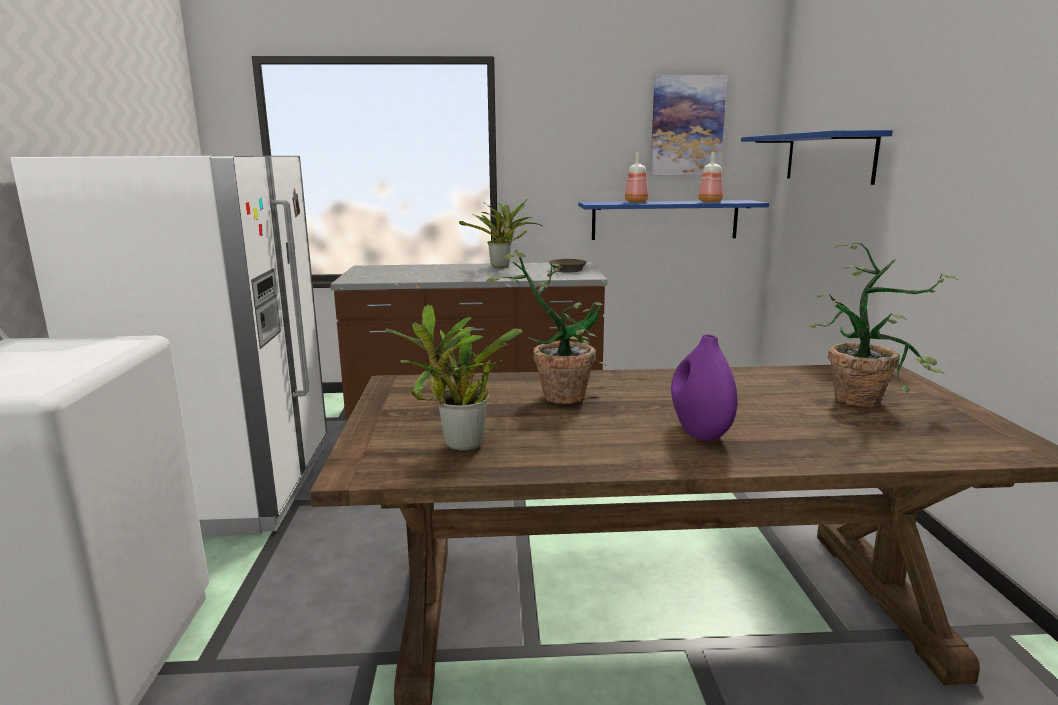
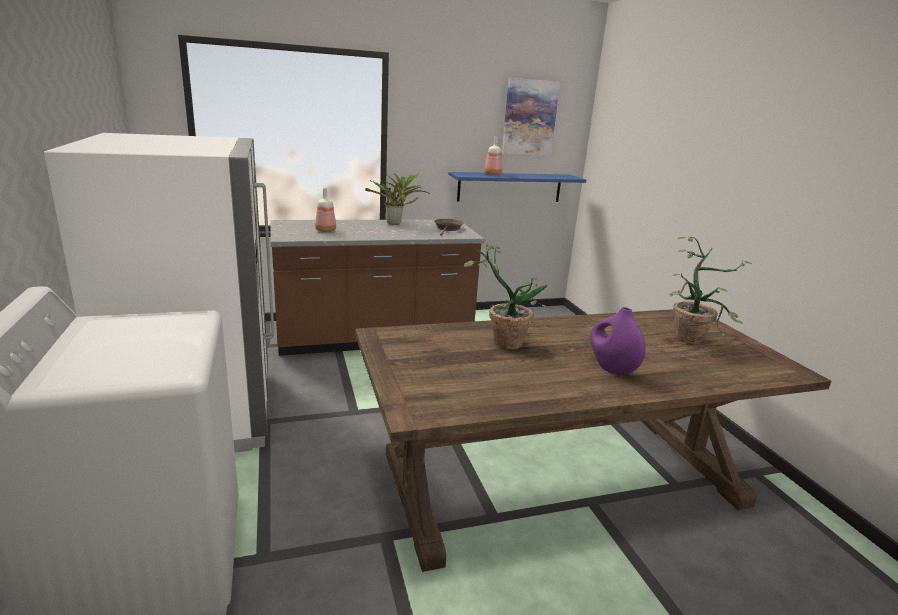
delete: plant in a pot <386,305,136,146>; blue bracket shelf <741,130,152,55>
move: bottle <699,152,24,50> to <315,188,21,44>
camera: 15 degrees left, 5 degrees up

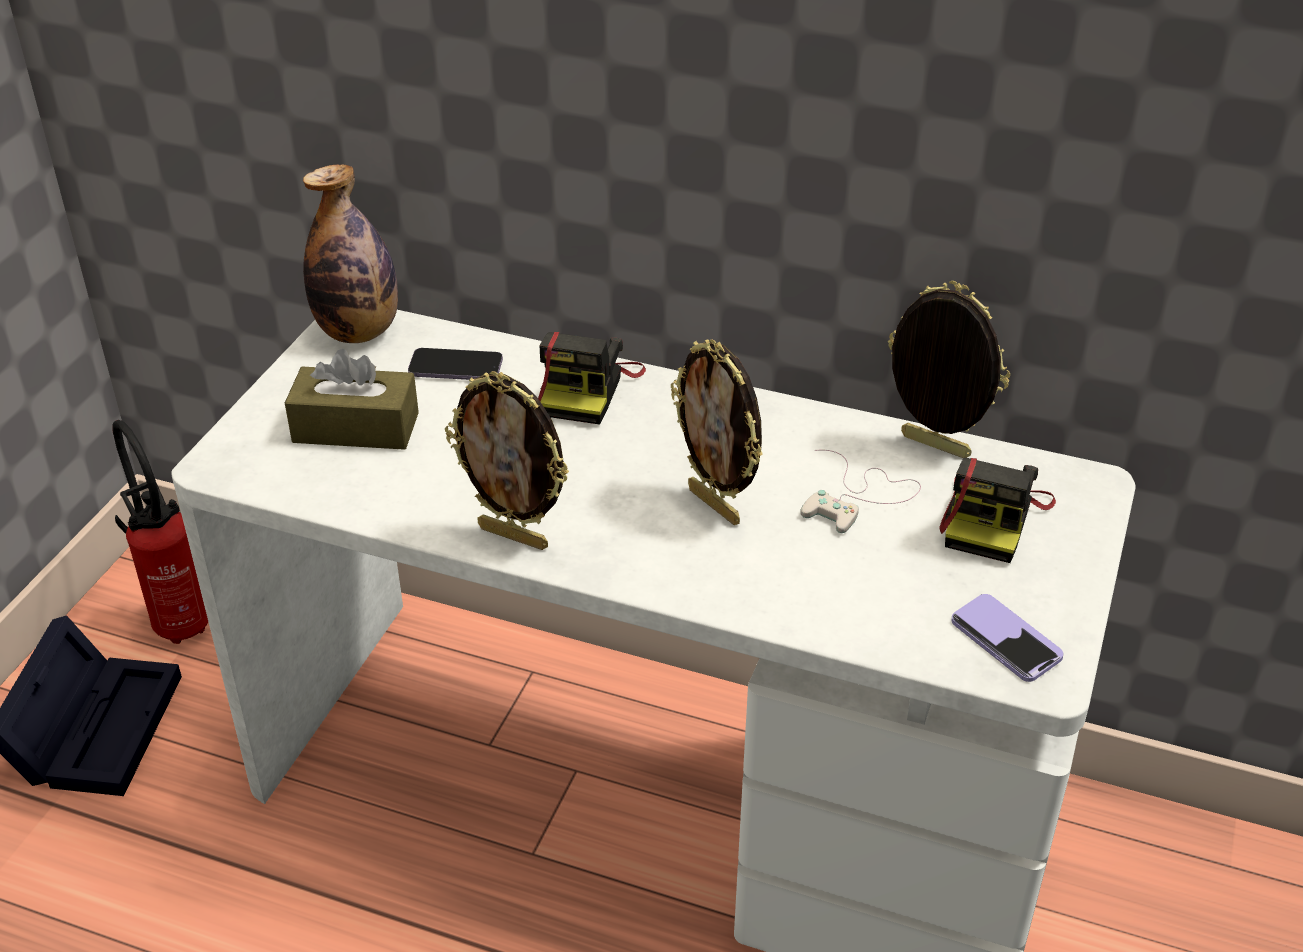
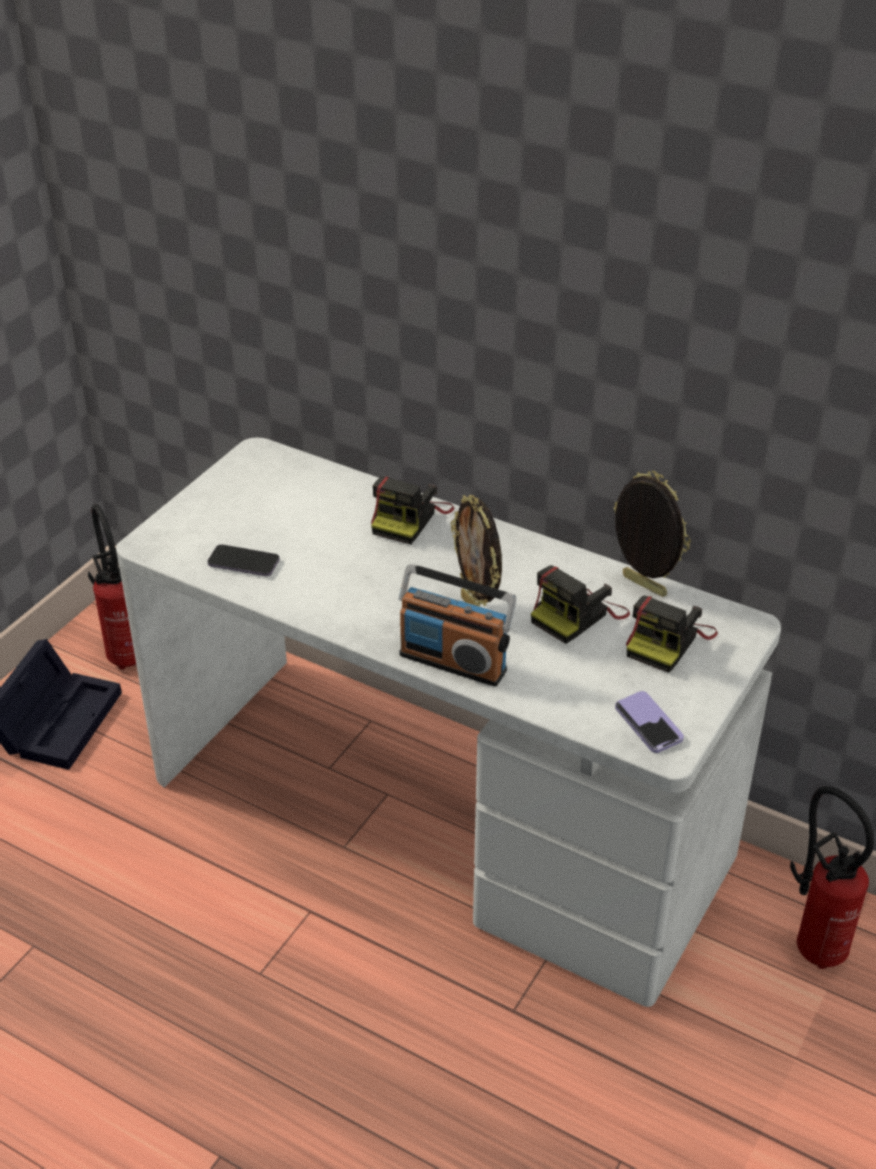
delete: brownish tissue holder <285,349,134,101>; bottle <303,165,95,178>; photo frame <445,371,124,179>
insert: radio set <398,564,118,123>; fire-fighting cylinder <790,786,84,183>
move: handset <408,348,95,32> to <207,544,73,32>
replace: white gamepad <800,450,121,83> to photo camera <531,565,99,79>
camera: 10 degrees right, 0 degrees up

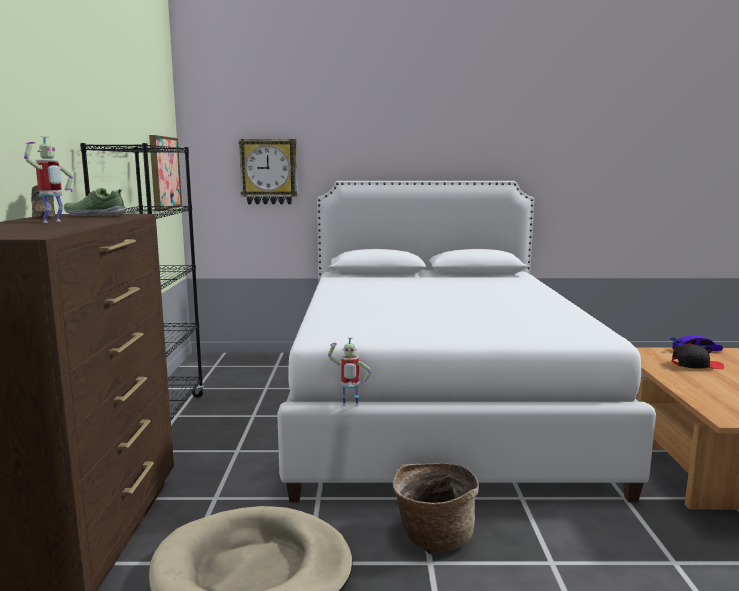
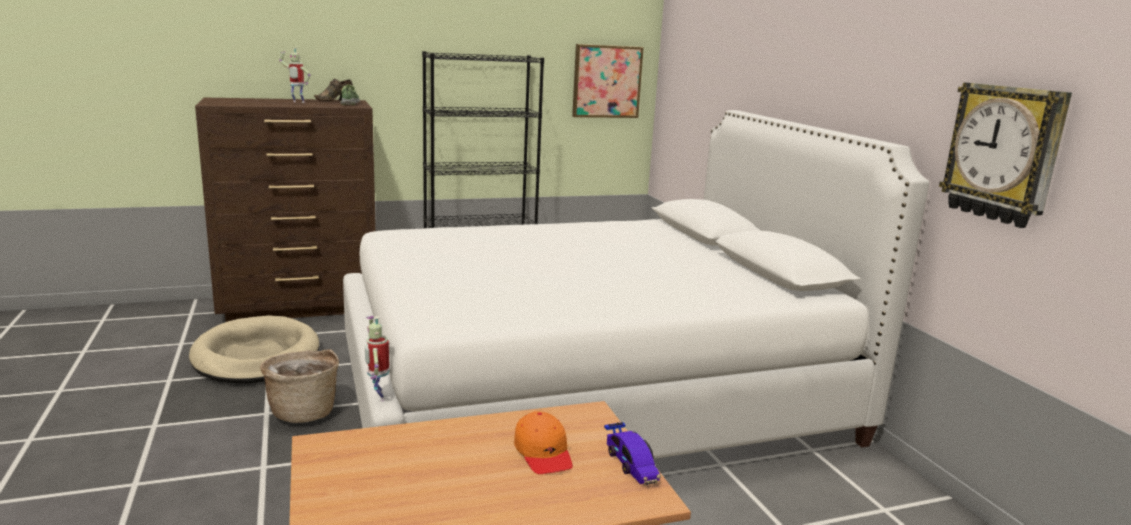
move: clock on the wall <239,139,59,65> to <939,82,133,146>; model robot <328,337,43,69> to <365,316,24,85>
recolor: blackish peaked cap <672,343,52,26> to orangey peaked cap <514,411,59,63>
camera: 70 degrees right, 5 degrees up

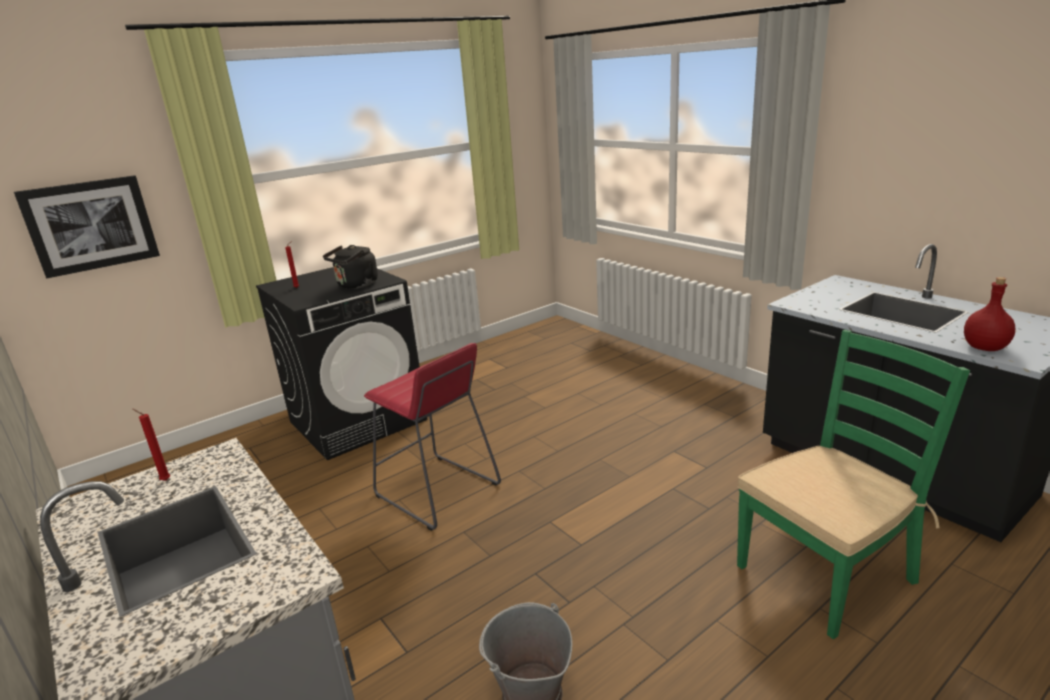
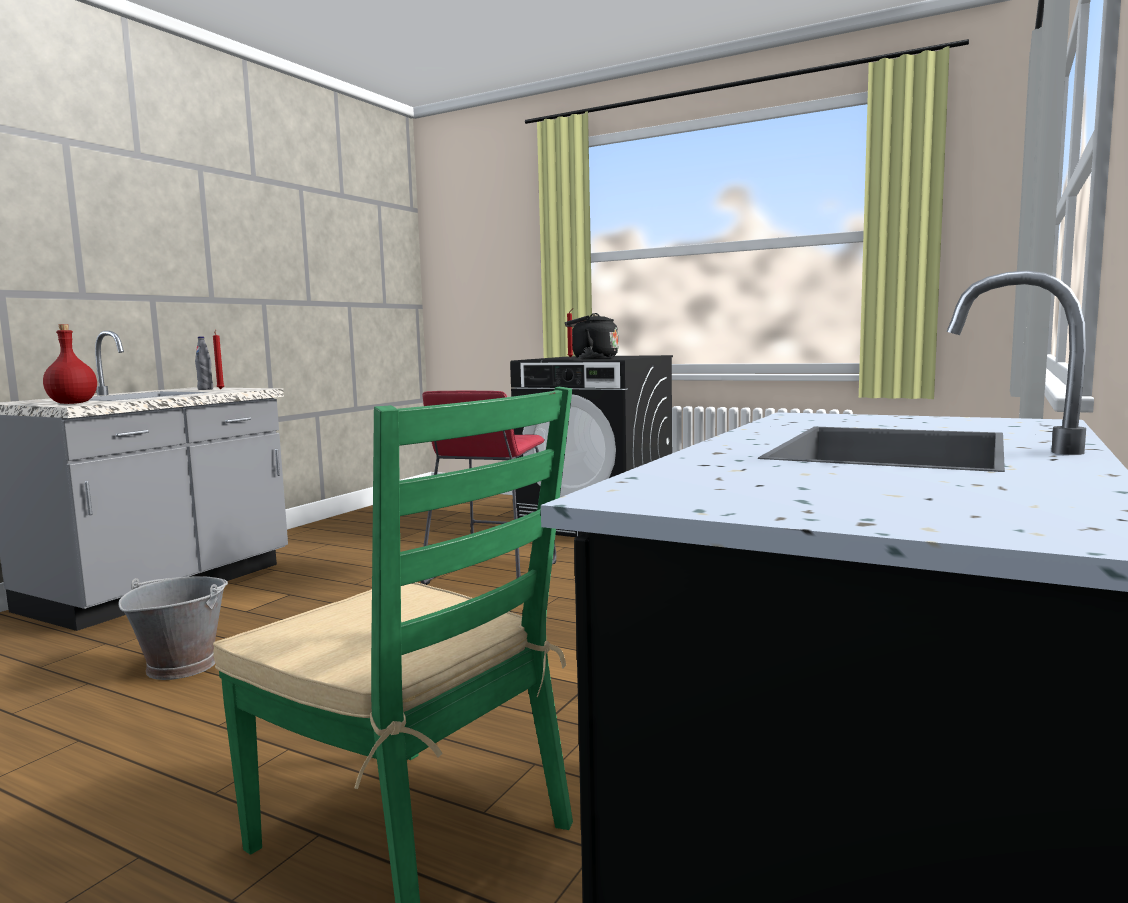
delete: wall art <14,175,146,103>
insert: greyish bottle <195,336,18,54>
move: red-coloured bottle <964,277,51,74> to <43,324,54,80>
camera: 65 degrees right, 15 degrees down

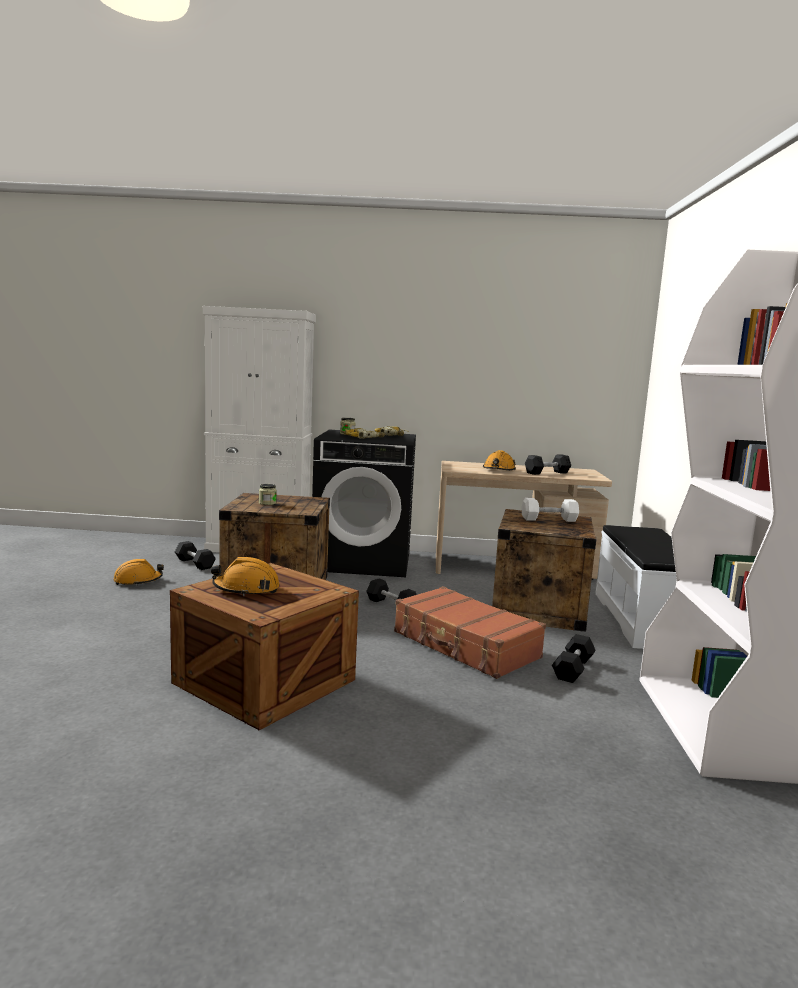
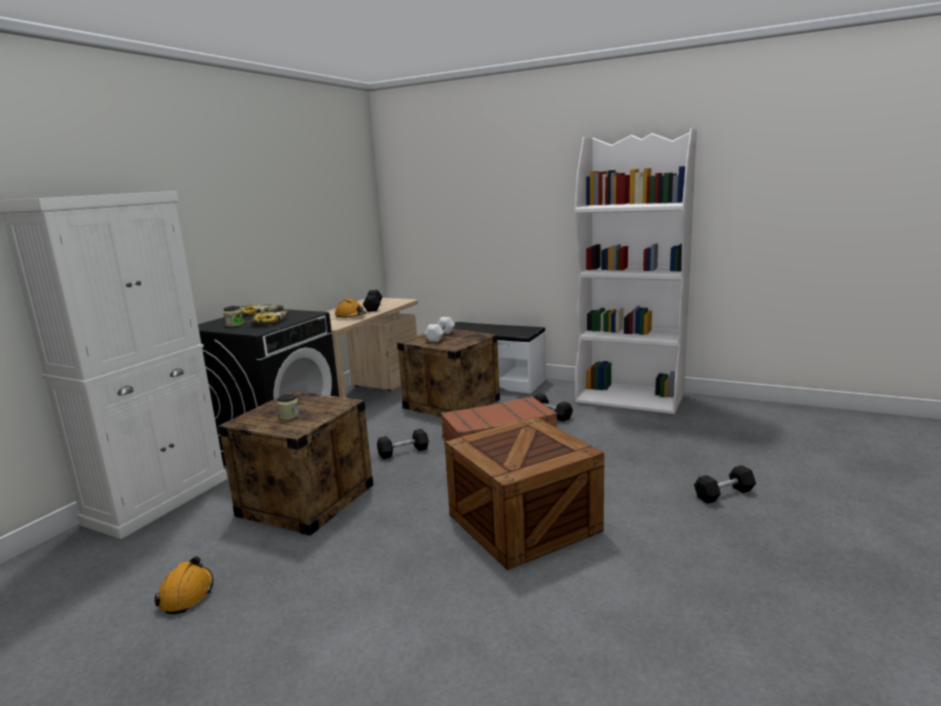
delete: orangey work helmet <211,557,69,39>
move: blackish hand weight <175,541,41,29> to <694,465,62,39>
camera: 65 degrees left, 5 degrees up

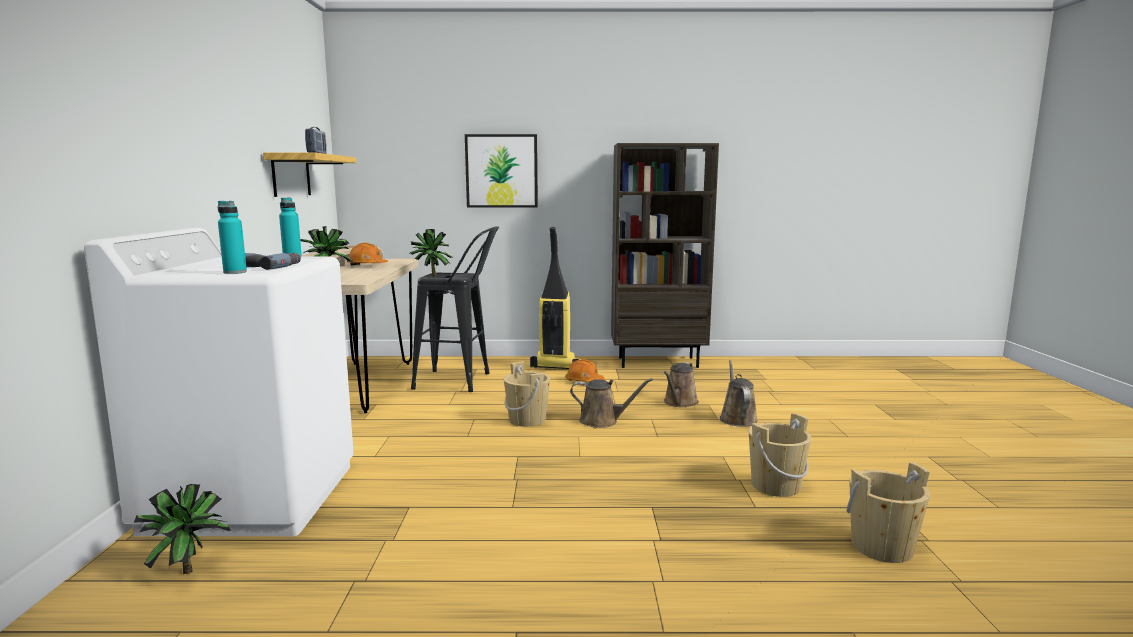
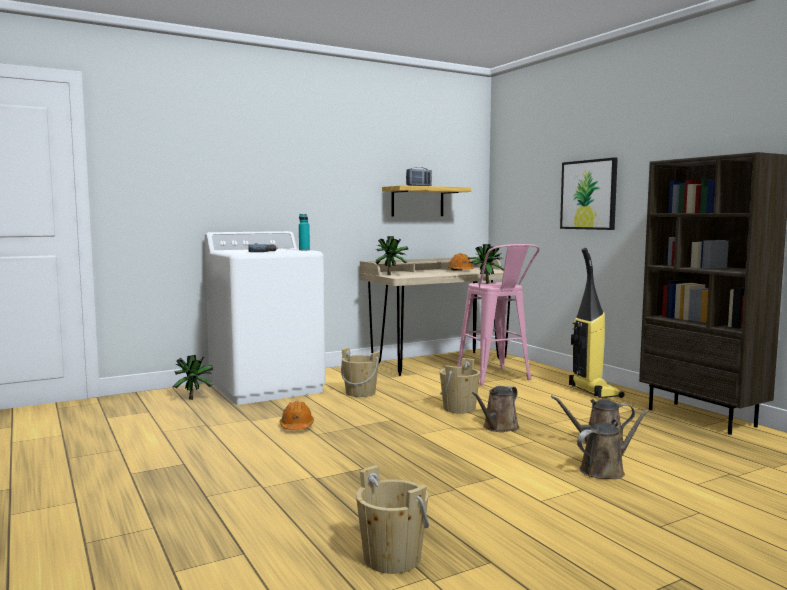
delete: turquoise-coloured bottle <218,201,29,73>
move: orangey work helmet <565,359,40,23> to <280,401,34,29>; sand-coloured water bucket <749,413,63,84> to <341,348,39,49>
recolor: blackish stool seat <411,226,88,166> to pink stool seat <457,244,83,141>
rotate: brownish watering can <570,378,83,50> = <472,386,47,46> 60 degrees clockwise
camera: 60 degrees right, 5 degrees down

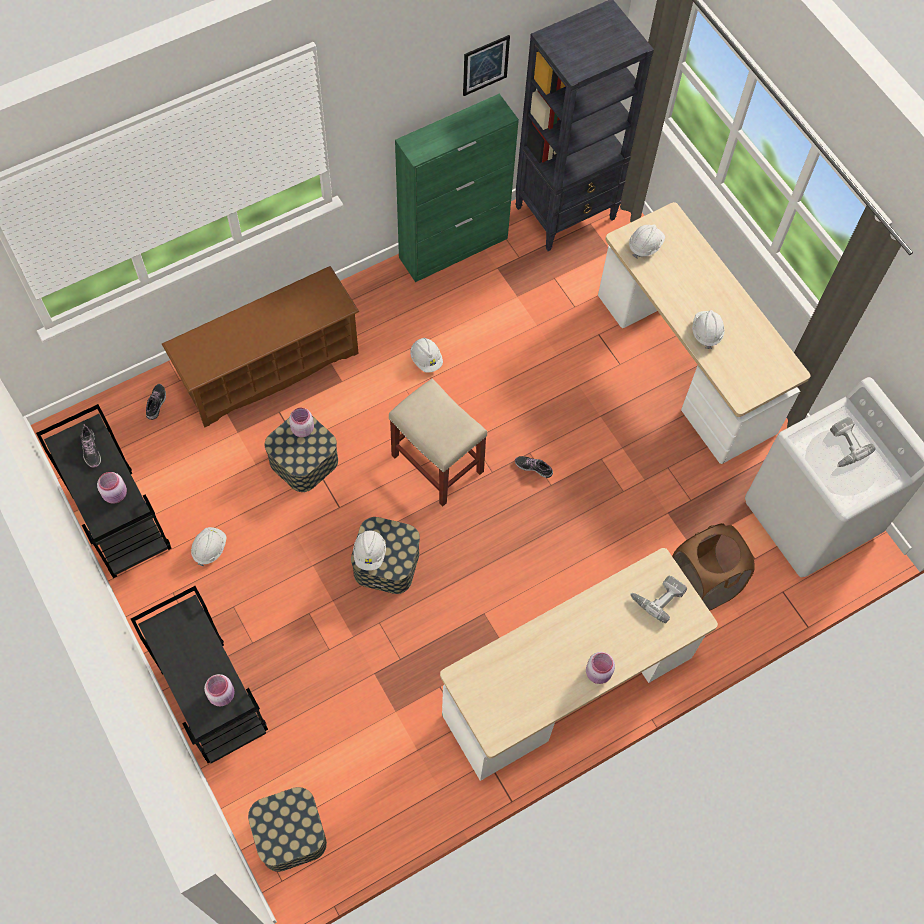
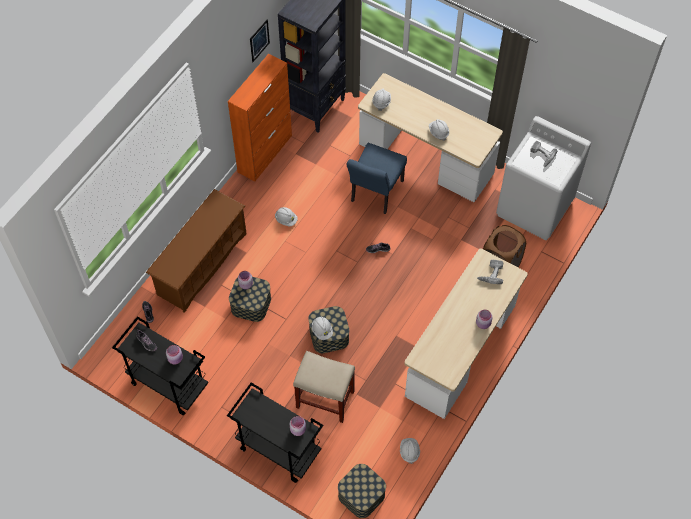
insert: blue upright chair <346,143,61,71>
move: white work helmet <191,527,36,39> to <400,438,20,26>; sand-coloured stool seat <389,378,98,129> to <293,351,62,72>
recolor: green cupboard <395,94,124,188> to orangey cupboard <228,54,64,127>
camera: 25 degrees left, 5 degrees down

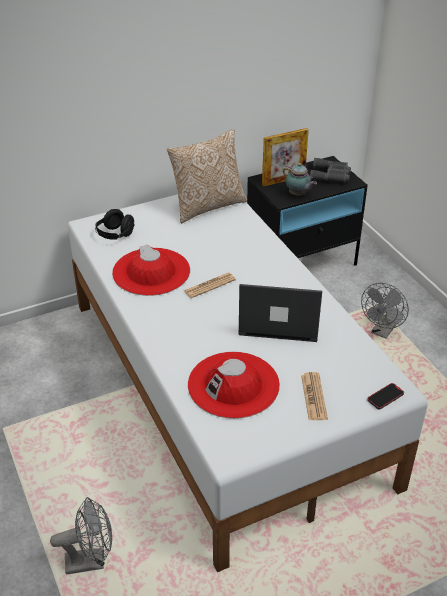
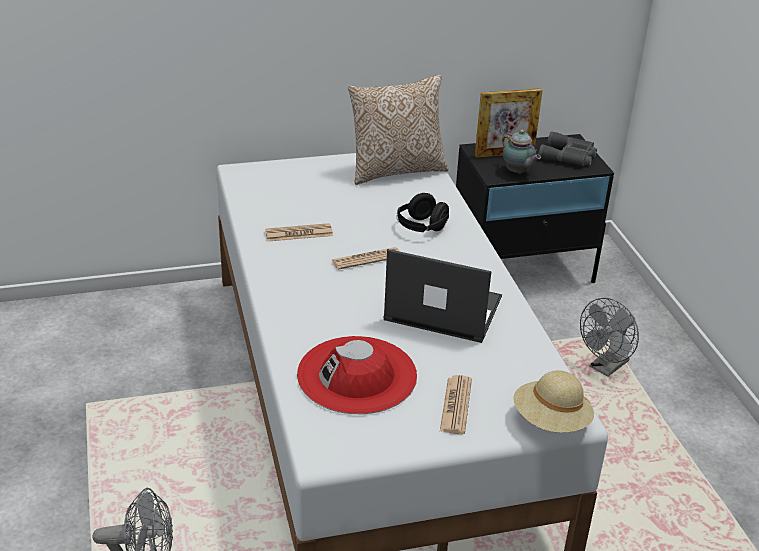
move: blackish headset <95,209,40,31> to <397,193,52,39>
replace: red-coloured wearable hat <112,244,78,52> to daily paper <265,223,68,19>; handset <367,383,37,27> to sand-coloured wearable hat <513,370,81,63>
camera: 10 degrees right, 5 degrees down

